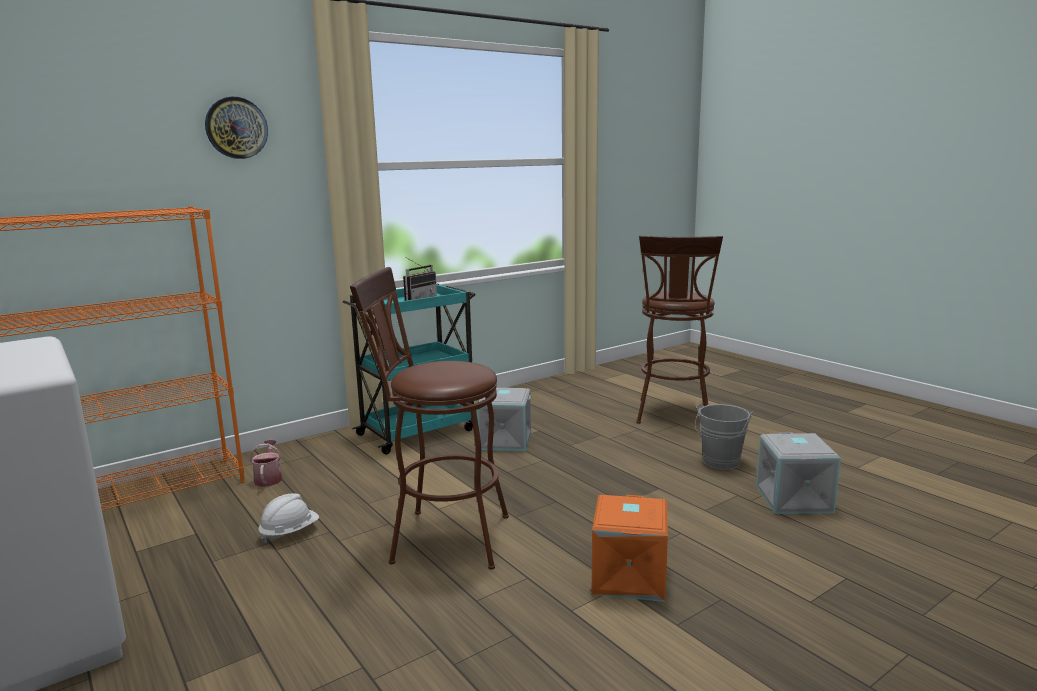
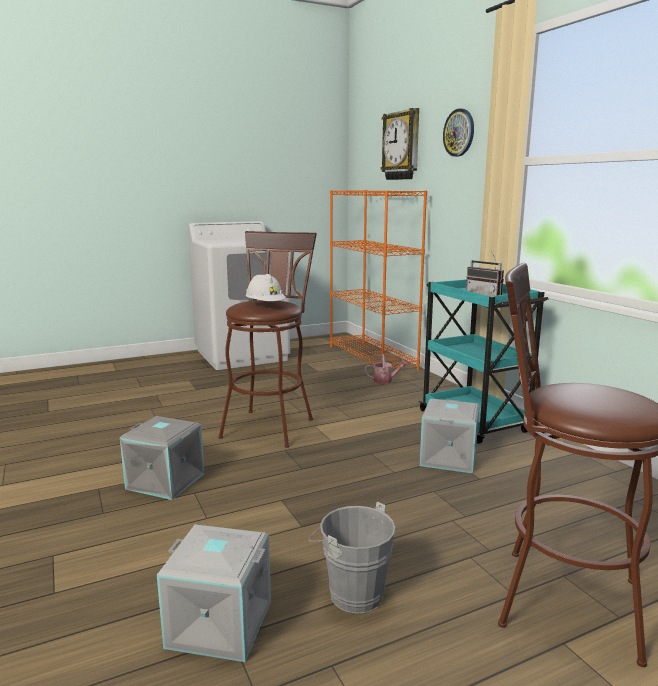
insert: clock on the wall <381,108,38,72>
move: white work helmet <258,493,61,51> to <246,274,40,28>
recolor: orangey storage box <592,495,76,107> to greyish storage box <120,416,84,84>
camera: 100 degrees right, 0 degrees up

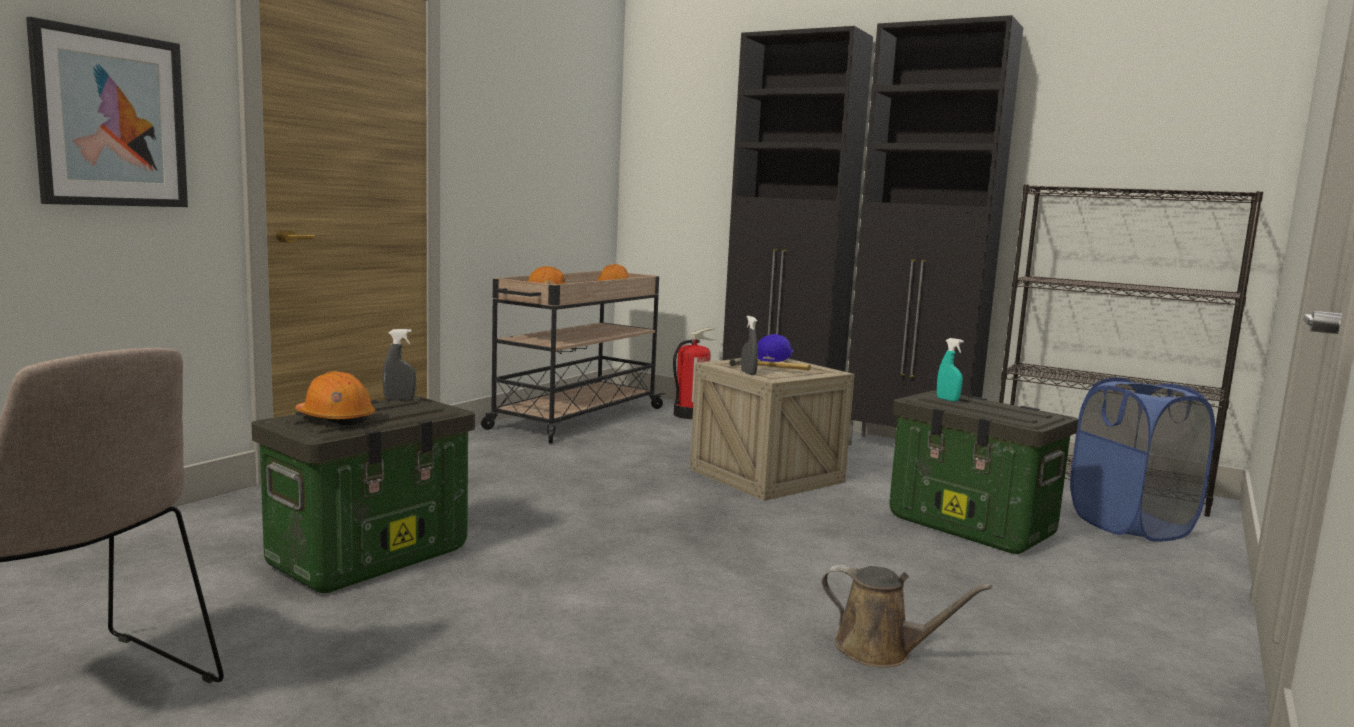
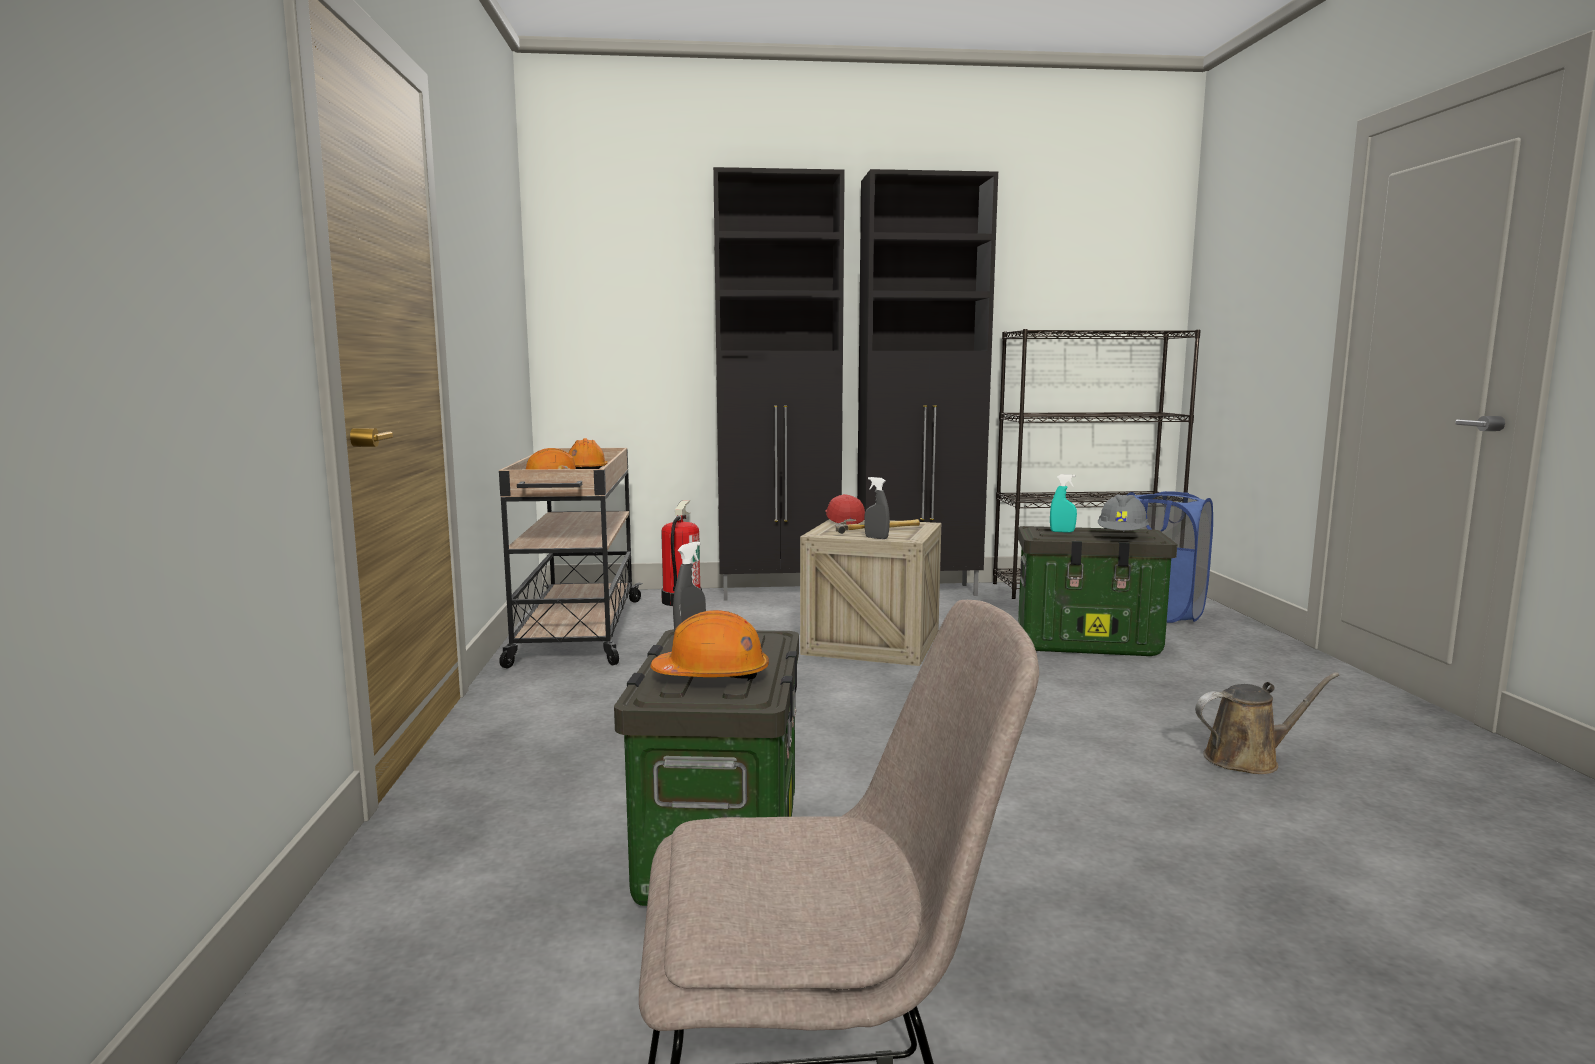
delete: wall art <26,17,162,190>
insert: greyish work helmet <1098,494,51,38>
recolor: blue peaked cap <757,334,37,28> to red-coloured peaked cap <825,494,40,30>
camera: 35 degrees left, 0 degrees up

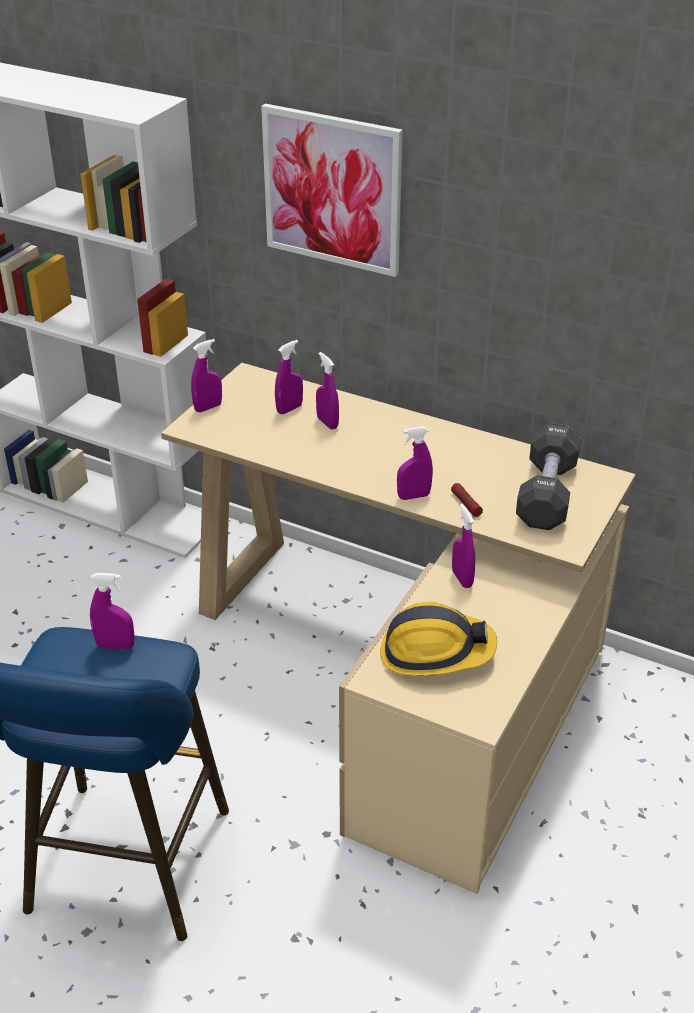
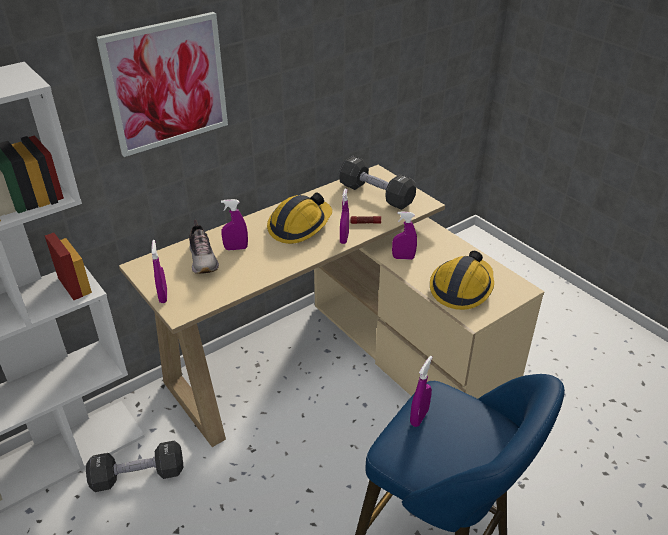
insert: blackish hand weight <86,440,97,52>; work helmet <267,192,65,52>
replace: purplish hand sprayer <275,340,28,74> to low shoe <189,220,30,54>
camera: 65 degrees left, 0 degrees up

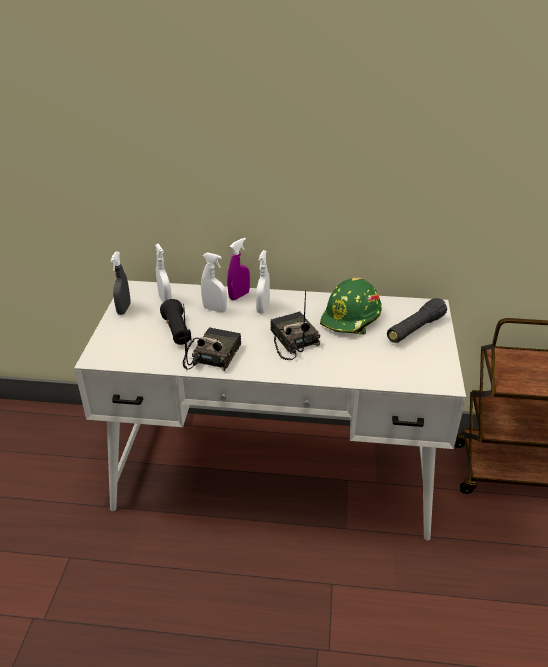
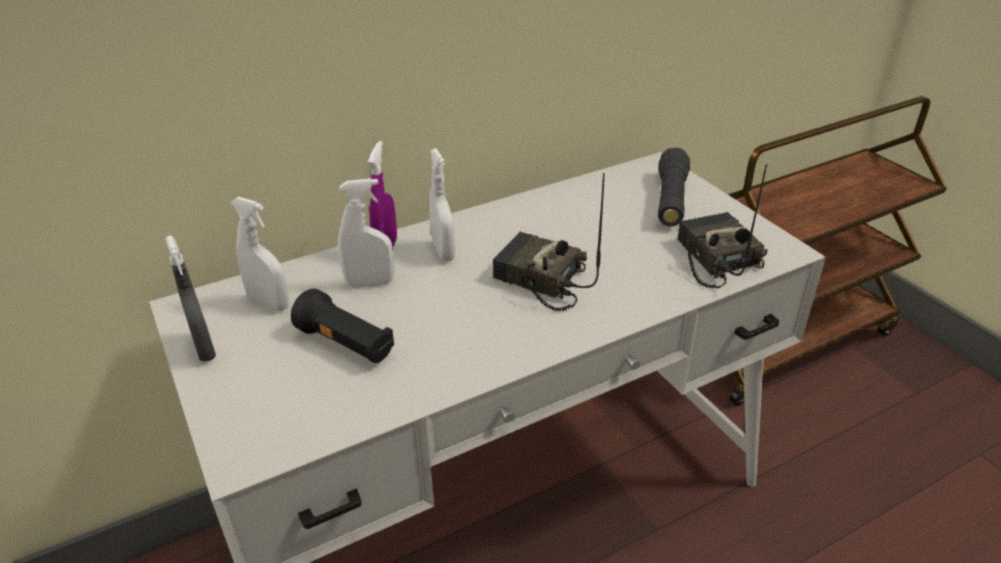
delete: green work helmet <320,277,62,58>
move: radio set <182,303,59,68> to <677,164,91,124>
camera: 35 degrees left, 0 degrees up

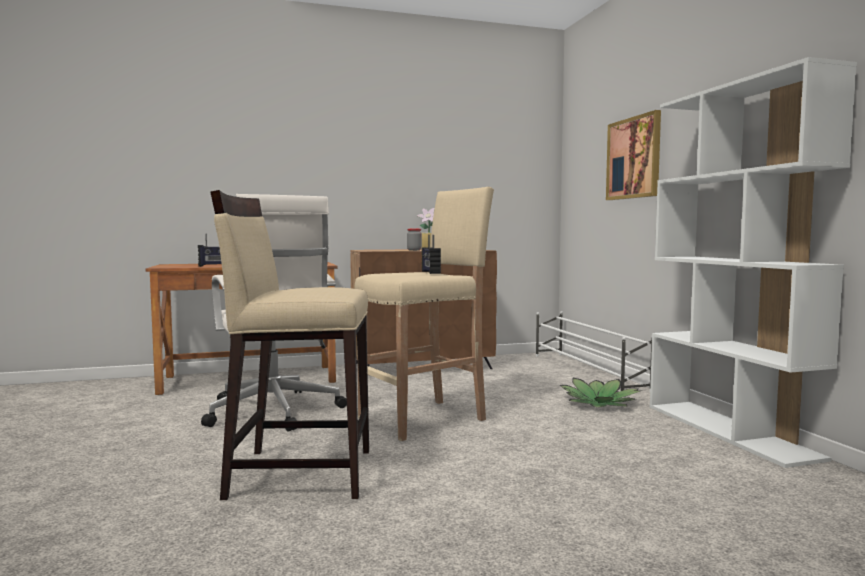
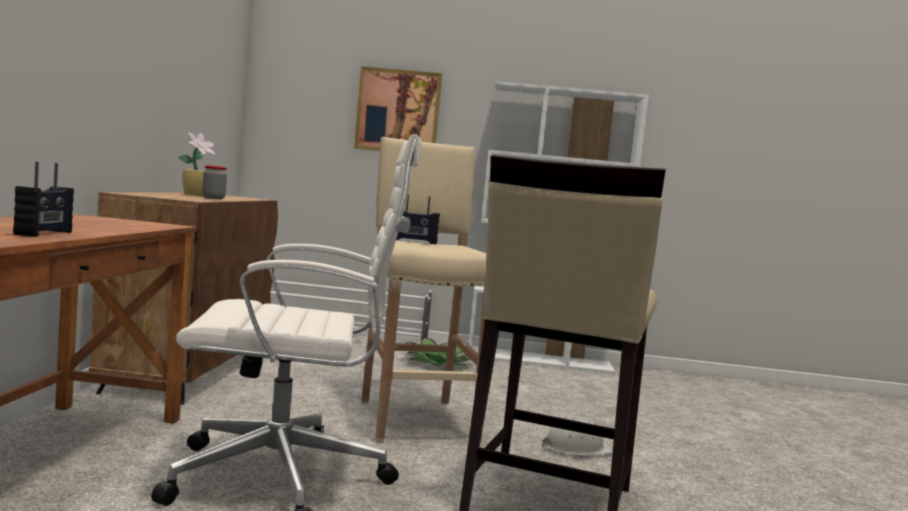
insert: white work helmet <542,416,71,40>
camera: 70 degrees left, 0 degrees up

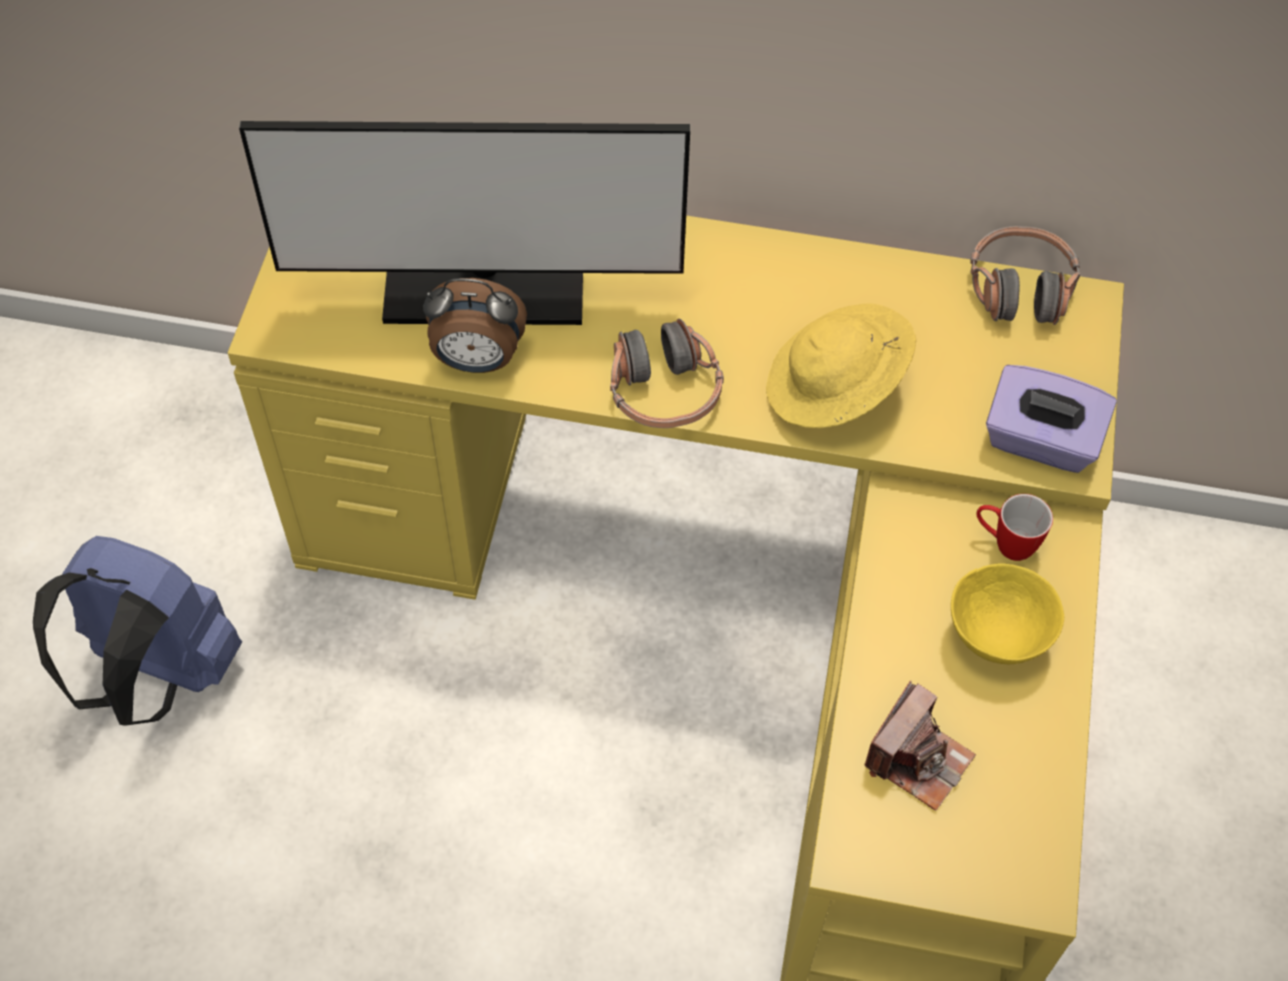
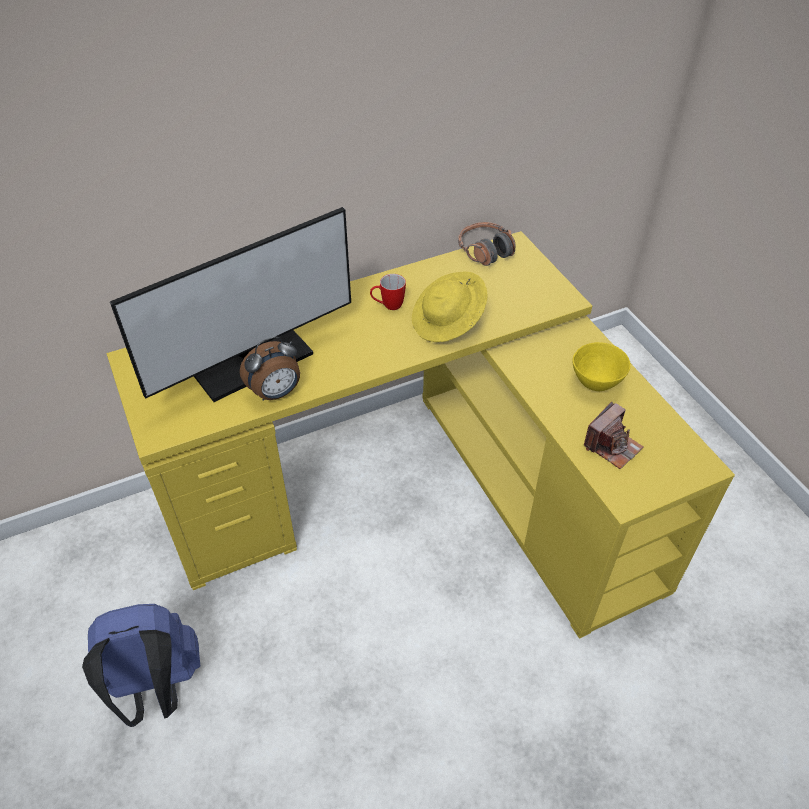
delete: headset <610,319,114,109>; purplish tissue holder <986,365,131,108>
move: tea mug <977,494,76,67> to <370,274,36,36>
rotate: photo camera <864,681,112,130> = <584,401,59,68> 45 degrees clockwise
camera: 35 degrees left, 10 degrees down

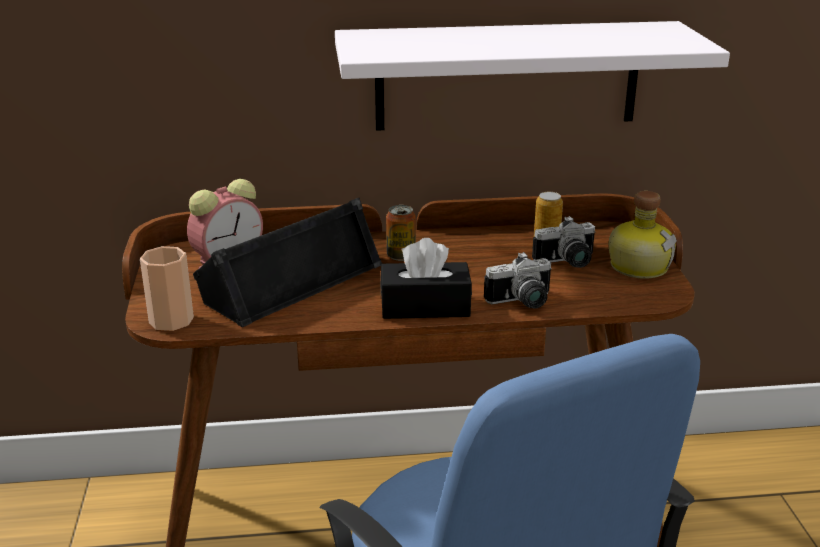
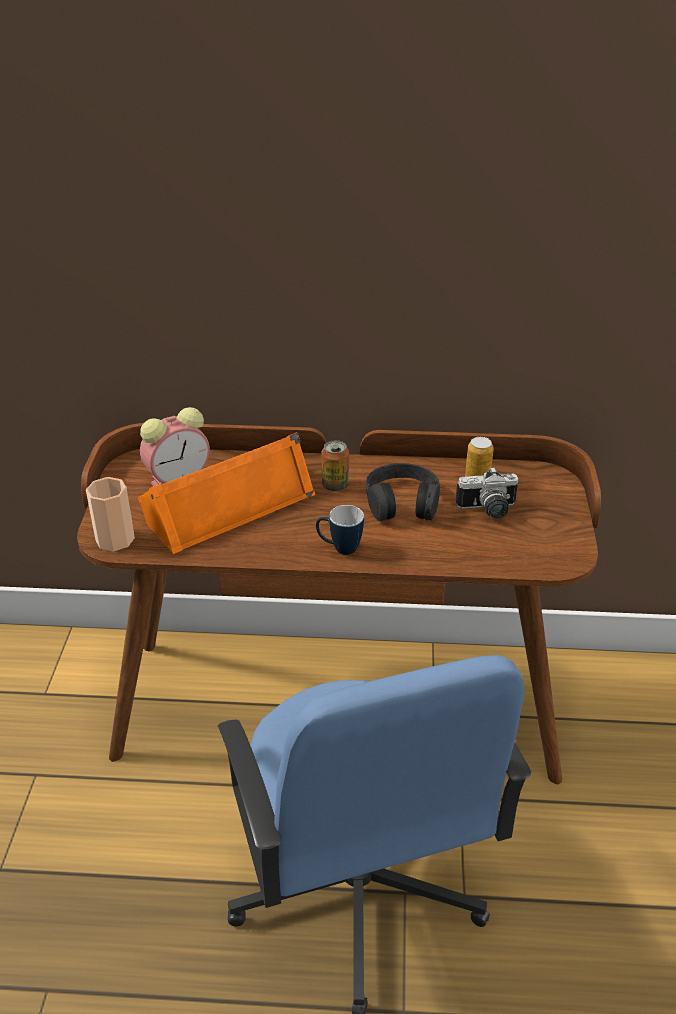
delete: white bracket shelf <335,21,395,110>; photo camera <484,252,68,56>; bottle <609,191,68,88>
insert: blackish headset <366,463,74,58>
replace: blackish tissue holder <380,238,92,81> to tea mug <316,505,48,50>
recolor: blackish audio speaker <193,198,189,129> to orangey audio speaker <138,432,177,122>
camera: 10 degrees right, 10 degrees up

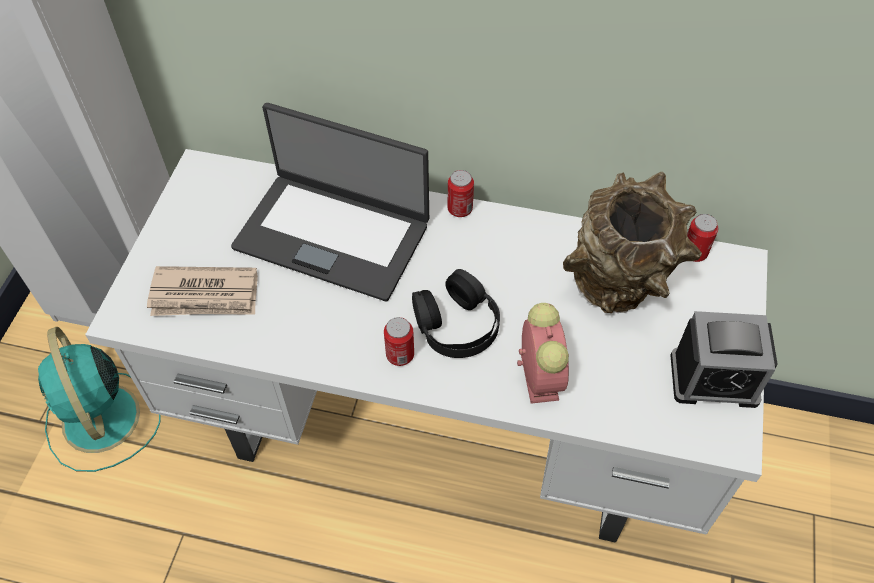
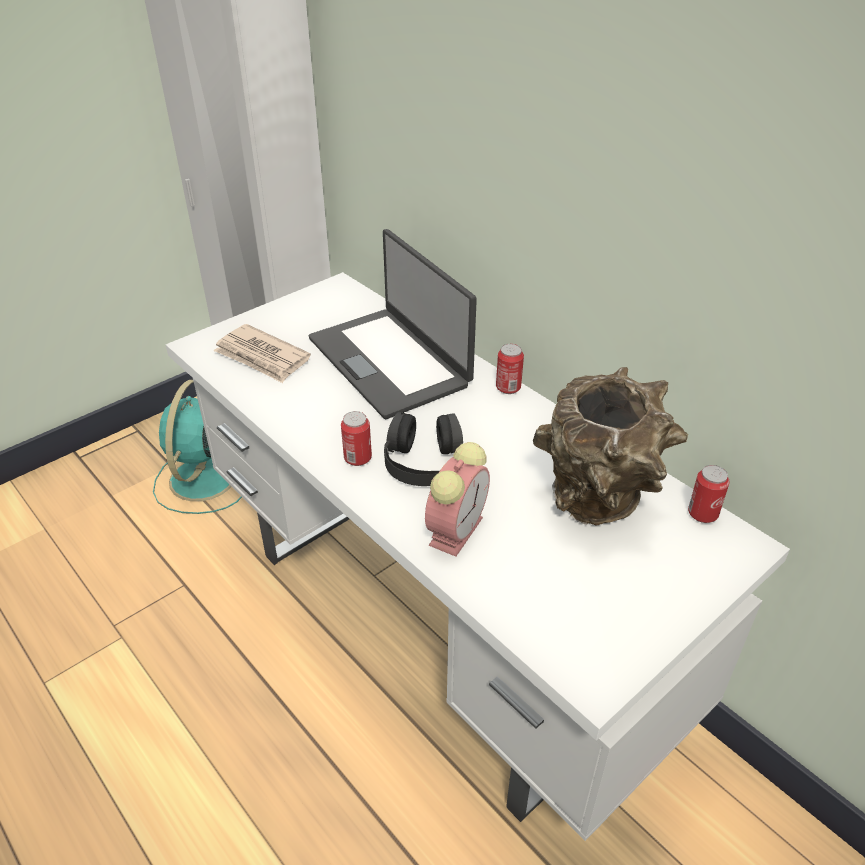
delete: alarm clock <670,311,107,97>
camera: 35 degrees right, 15 degrees down

